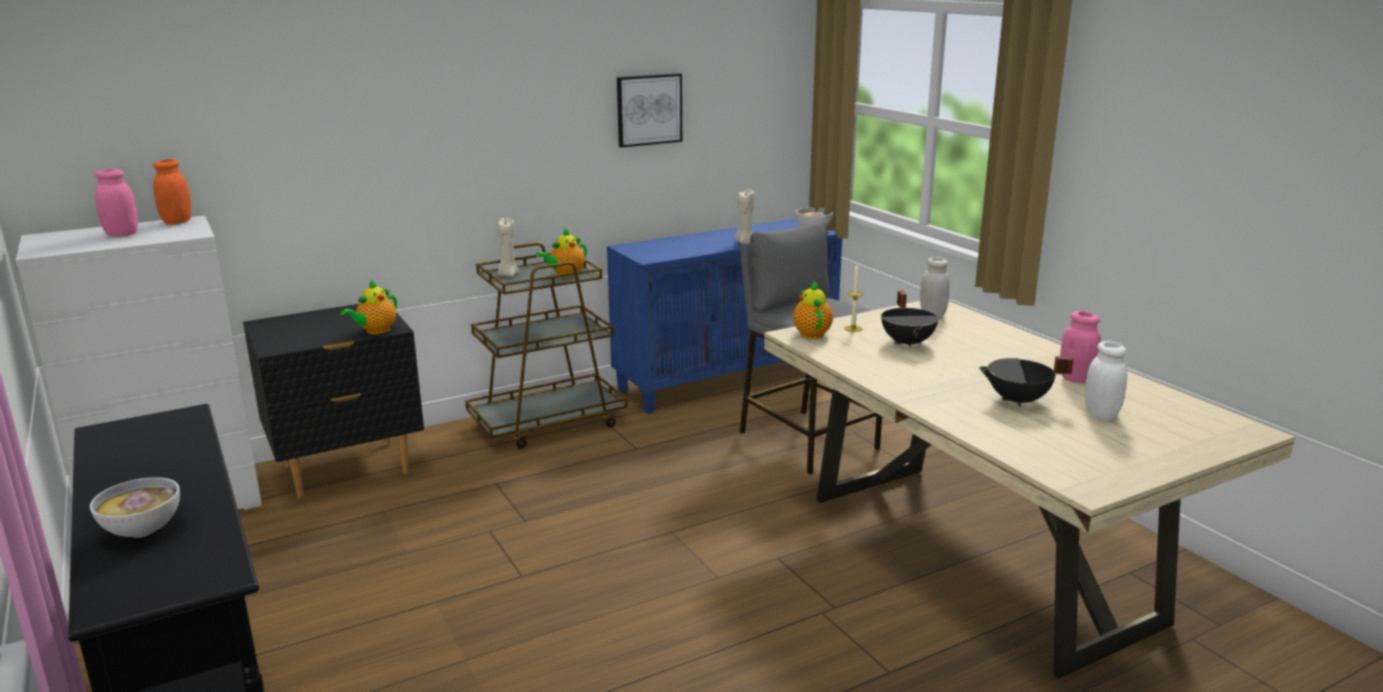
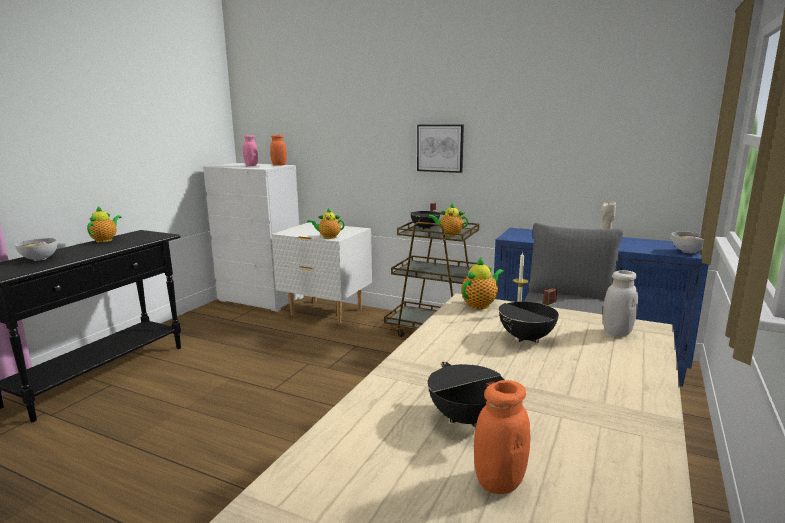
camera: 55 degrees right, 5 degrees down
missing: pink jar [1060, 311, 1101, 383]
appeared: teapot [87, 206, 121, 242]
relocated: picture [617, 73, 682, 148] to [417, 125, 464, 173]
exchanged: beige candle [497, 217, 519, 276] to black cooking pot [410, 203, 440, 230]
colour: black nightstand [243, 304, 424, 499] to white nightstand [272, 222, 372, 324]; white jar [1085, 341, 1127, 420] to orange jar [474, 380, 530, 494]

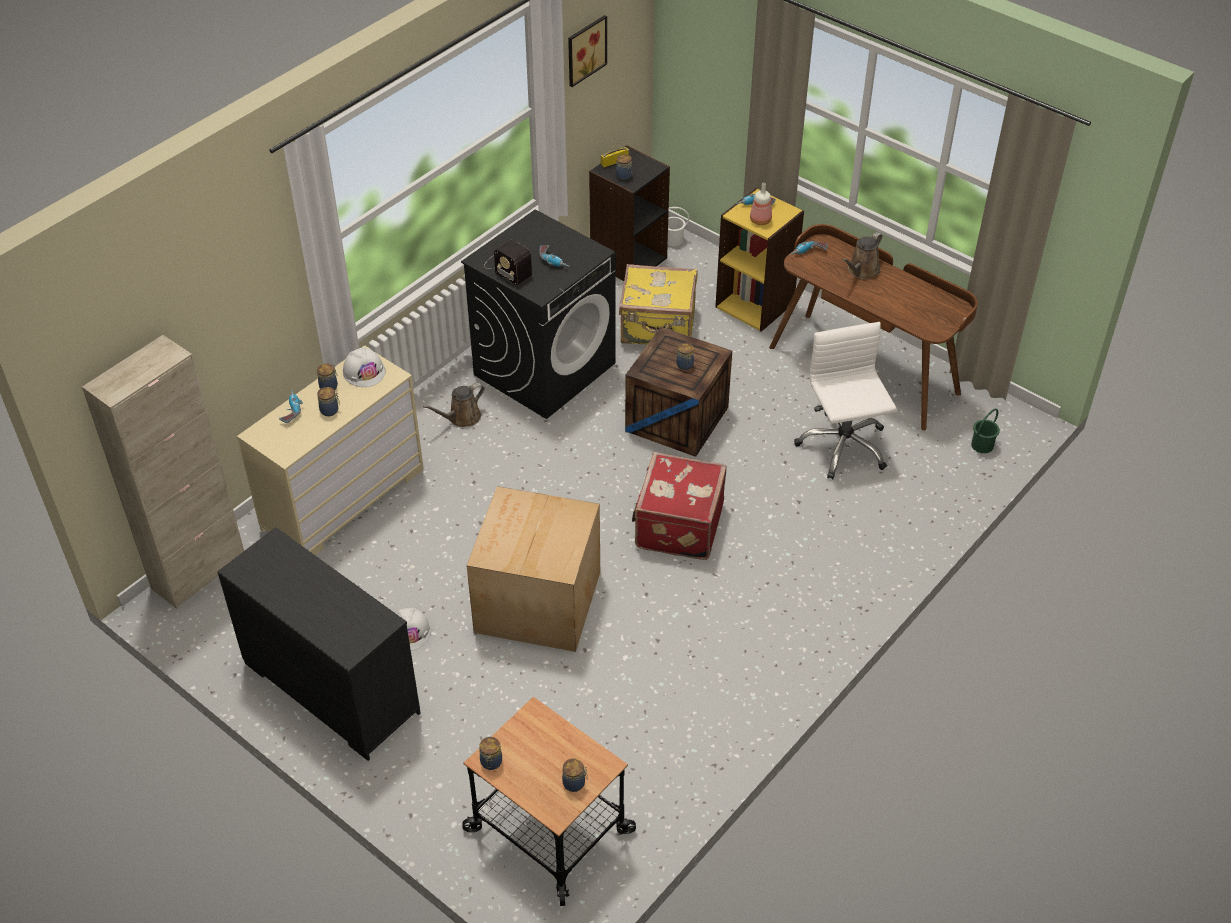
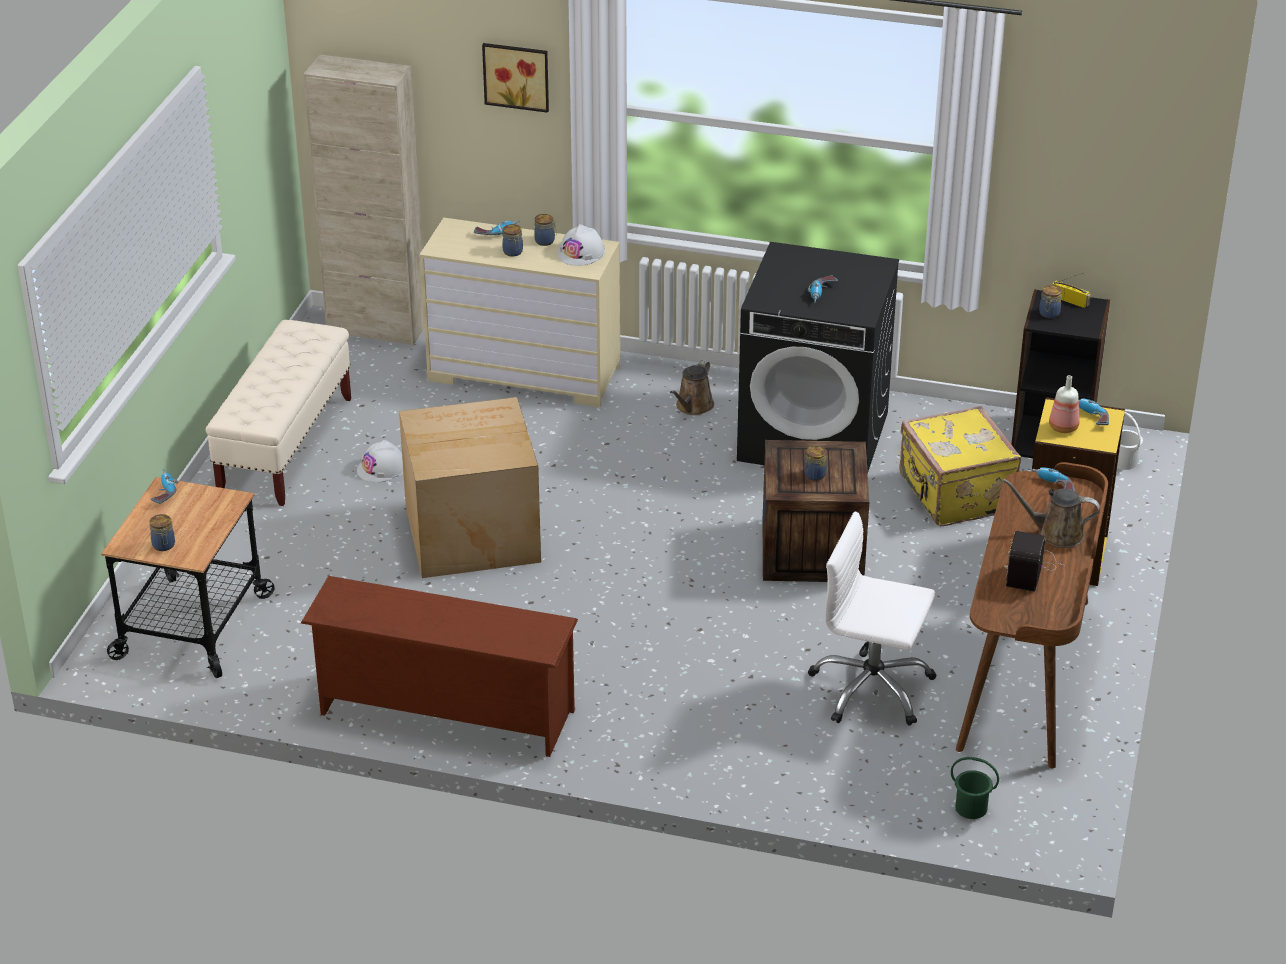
camera: 65 degrees right, 10 degrees down
missing: red suitcase [632, 452, 727, 560]
appeared: brown shoe rack [301, 576, 578, 757]
relocated: picture [568, 15, 607, 87] to [482, 43, 549, 113]; radio [484, 240, 532, 286] to [1004, 531, 1066, 592]
exchanged: jar [479, 737, 502, 770] to power drill [151, 469, 178, 504]; black dresser [218, 527, 421, 761] to beige bench [206, 320, 351, 506]
spun: brown watering can [423, 383, 484, 427] = [670, 360, 714, 415] 90 degrees counterclockwise; white office chair [794, 322, 897, 480] = [808, 511, 937, 726] 120 degrees counterclockwise

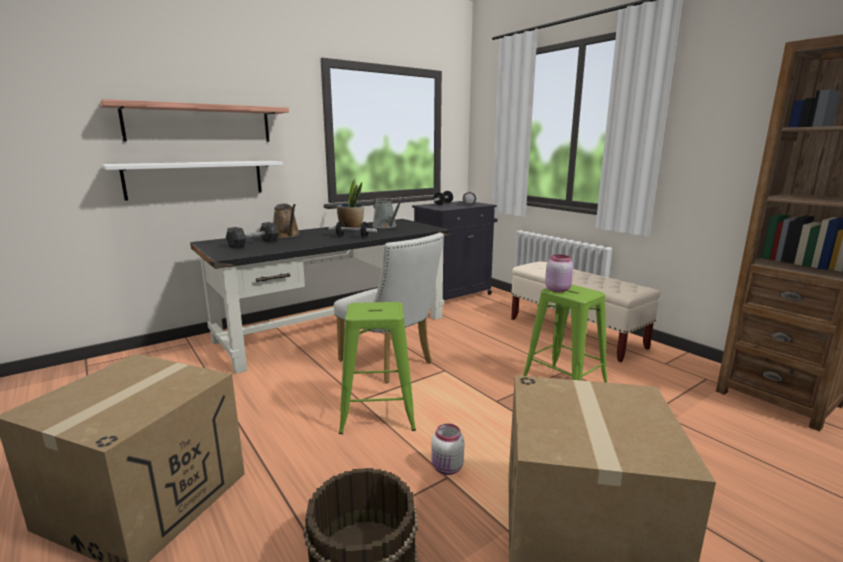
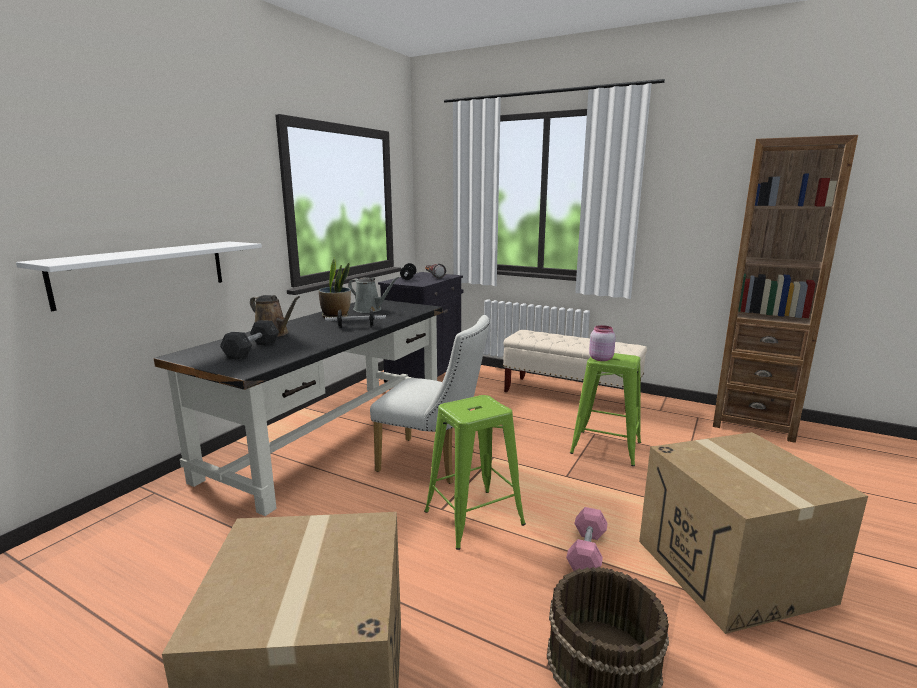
camera: 25 degrees left, 0 degrees up
missing: shelf [100, 99, 289, 142]
exchanged: white jar [431, 424, 464, 475] to pink dumbbell [566, 507, 608, 571]

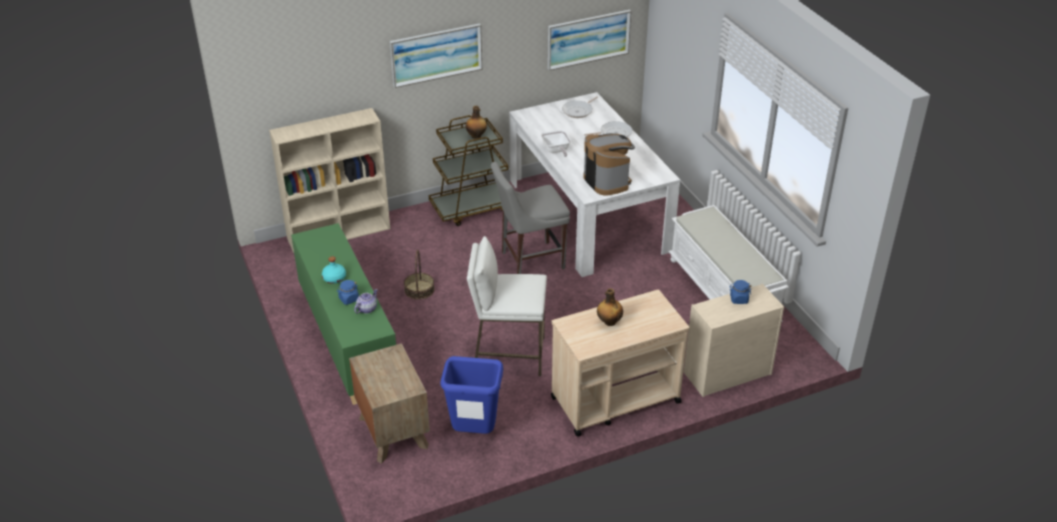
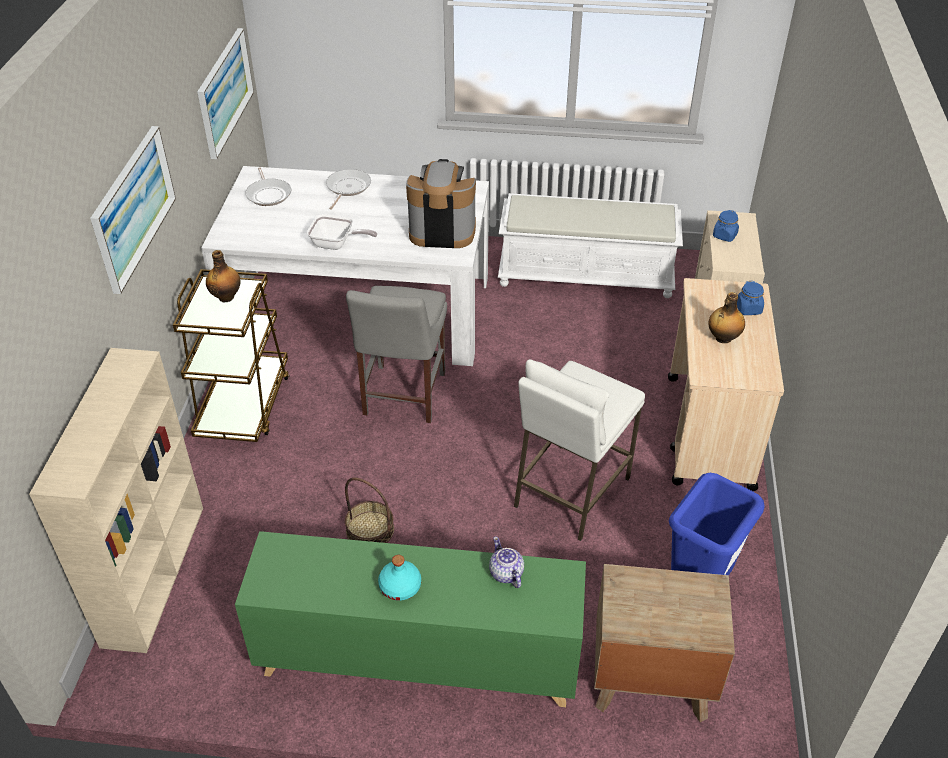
camera: 60 degrees left, 5 degrees up
relocated: blue jar [337, 280, 359, 305] to [737, 281, 764, 315]

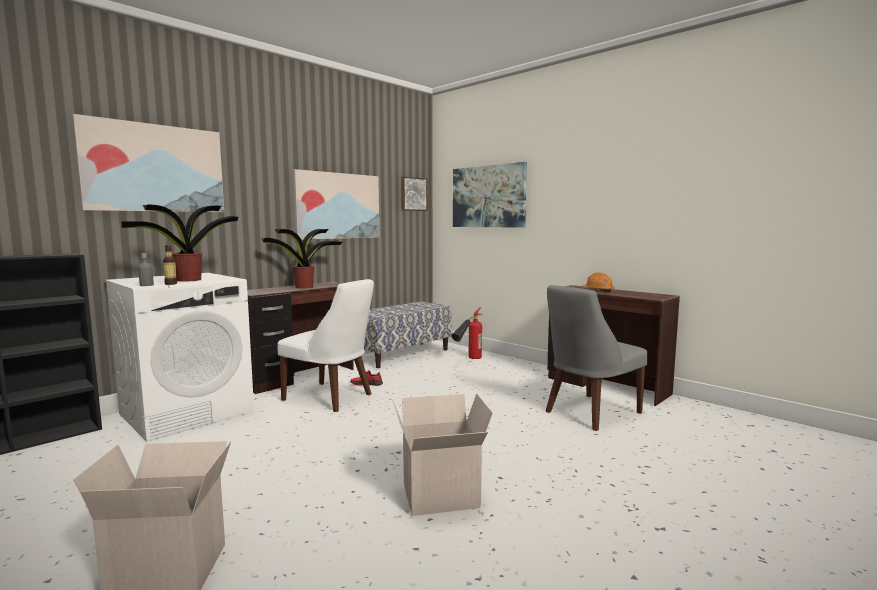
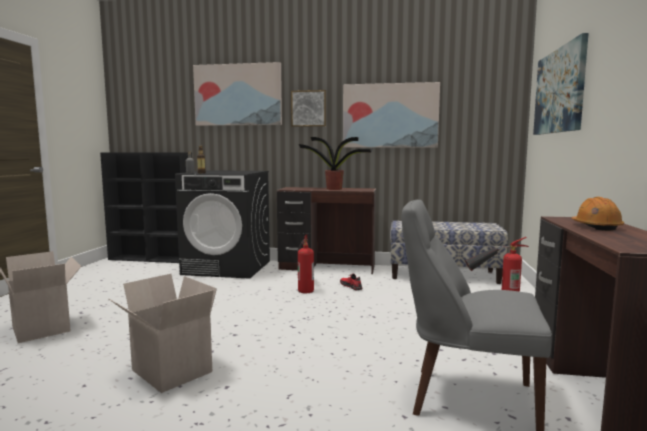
camera: 55 degrees right, 0 degrees up
missing: potted plant [121, 205, 238, 282]
relocated: picture [401, 176, 428, 211] to [291, 90, 326, 127]
exchanged: white chair [278, 279, 374, 412] to fire extinguisher [297, 234, 314, 293]
colour: white washing machine [105, 273, 254, 442] to black washing machine [175, 170, 270, 279]

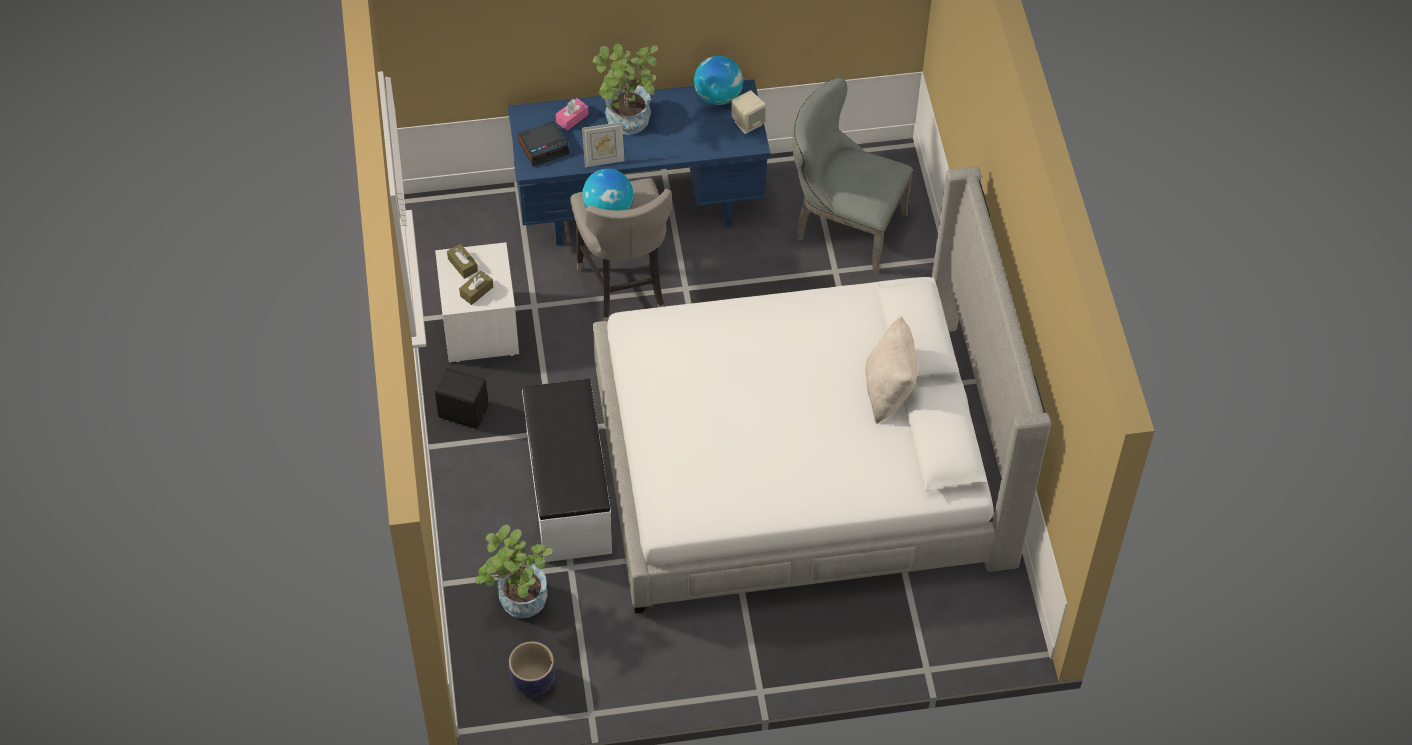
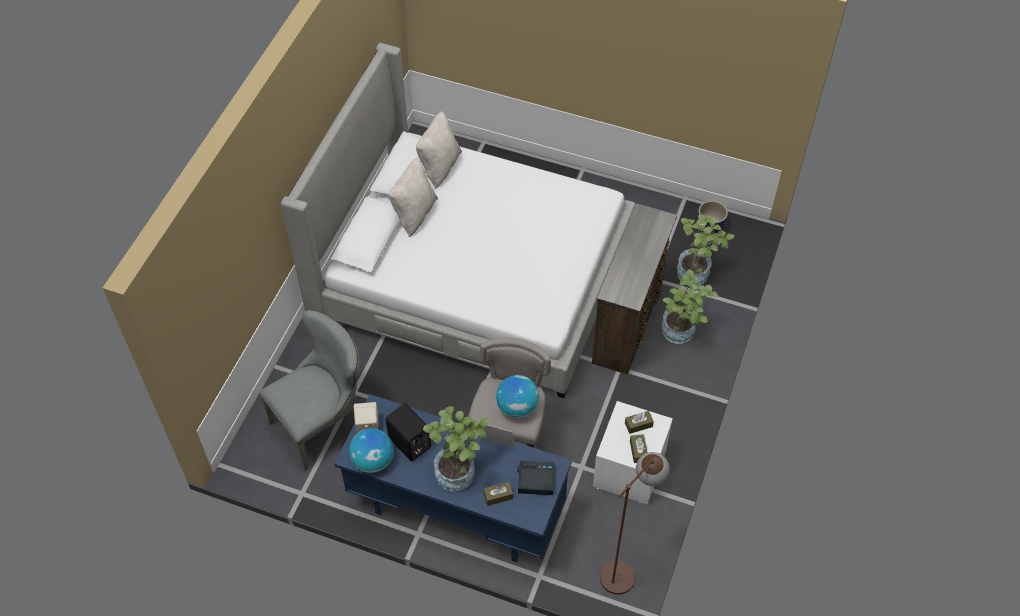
camera: 150 degrees left, 0 degrees up
appeared: beige pillow [416, 111, 462, 189]; brown floor lamp [600, 452, 670, 595]; potted plant [661, 270, 718, 344]
relocated: black speaker [435, 368, 488, 429] to [385, 403, 431, 461]
exchanged: white bench [522, 378, 612, 562] to brown dresser [592, 203, 677, 375]
colour: pink tissue box [556, 98, 589, 131] to brown tissue box [483, 482, 513, 506]
spun: grey chair [792, 77, 913, 275] = [259, 310, 360, 471] 90 degrees counterclockwise

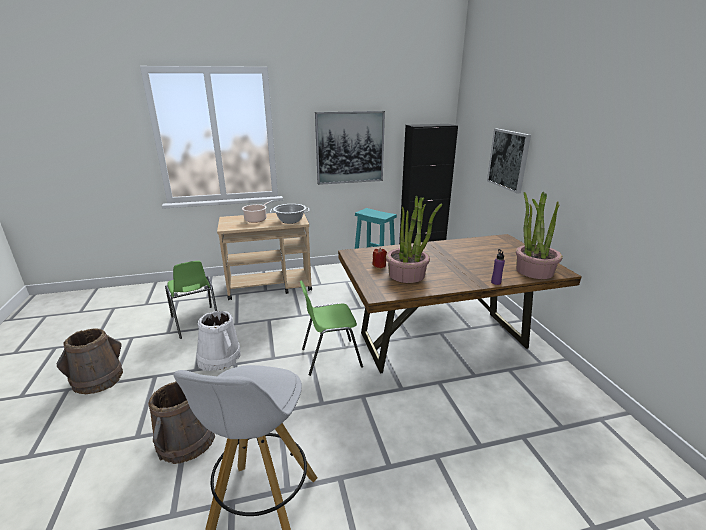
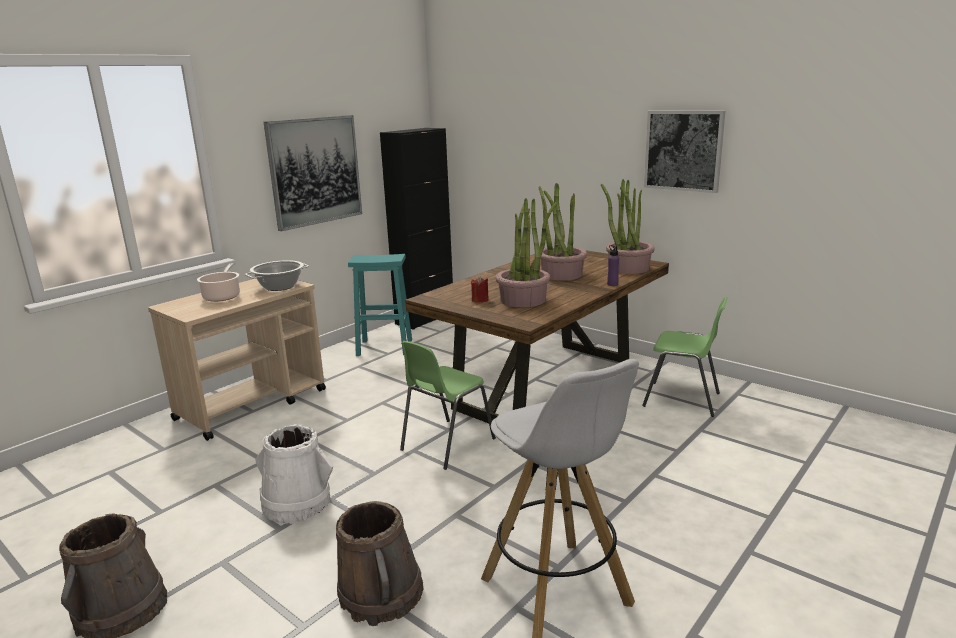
camera: 35 degrees left, 5 degrees down
appeared: potted plant [539, 183, 587, 280]
relocated: green chair [165, 261, 217, 339] to [642, 297, 727, 417]; picture [487, 129, 531, 194] to [644, 111, 725, 193]

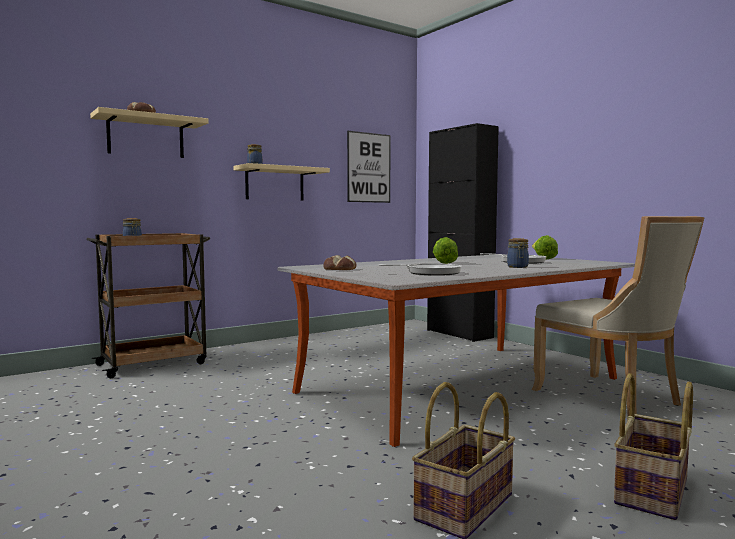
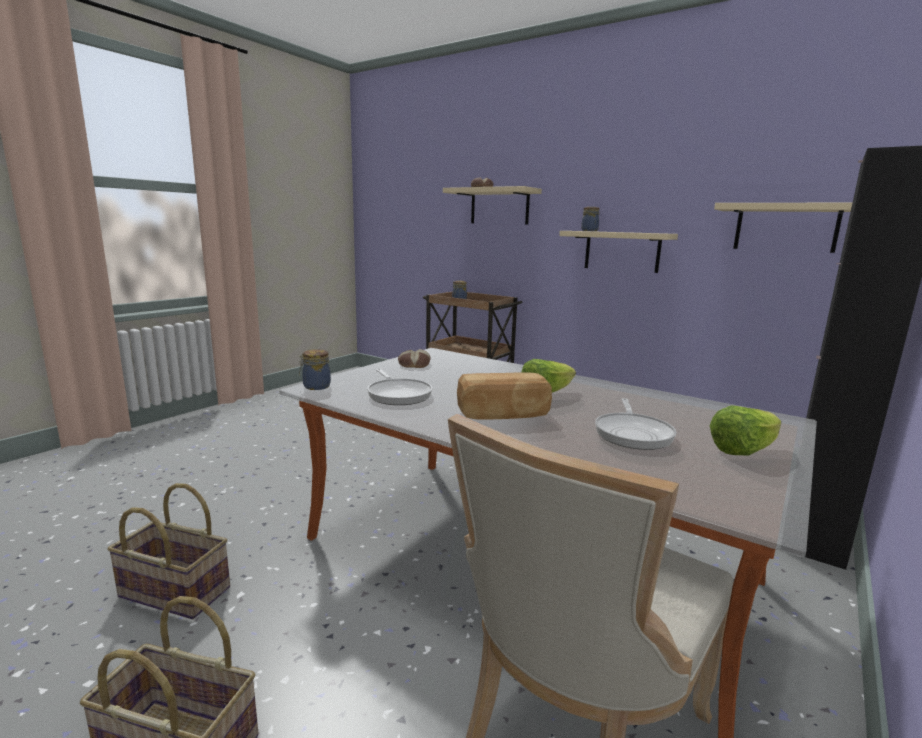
camera: 70 degrees right, 10 degrees up
appeared: bread [457, 372, 552, 420]
relocated: jar [507, 238, 529, 268] to [299, 349, 331, 390]
exchanged: picture [347, 131, 391, 203] to beige shelf [714, 203, 852, 253]

